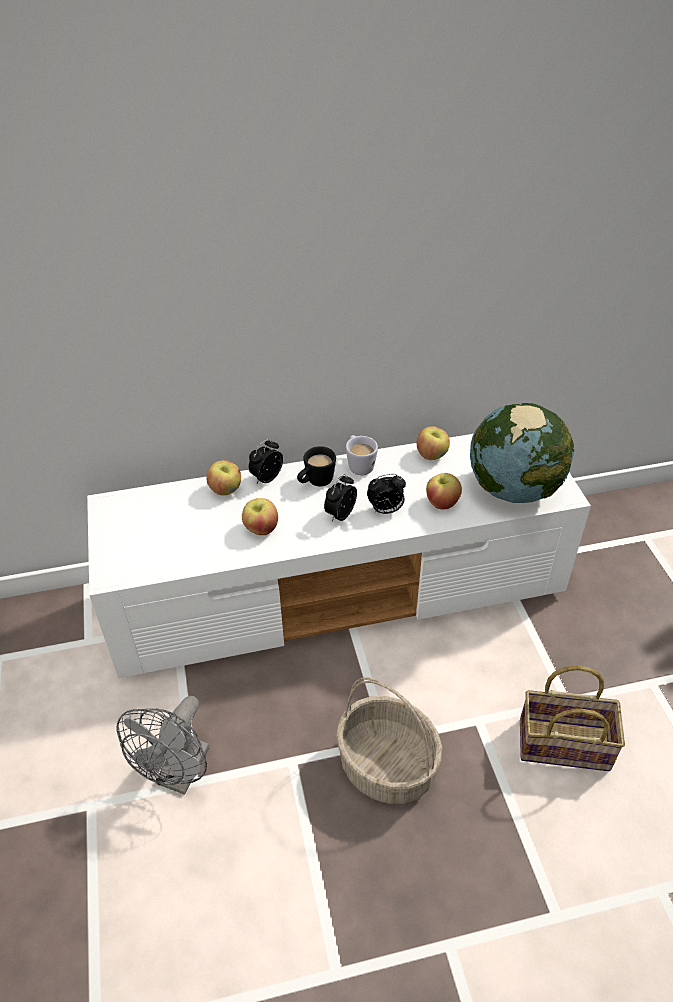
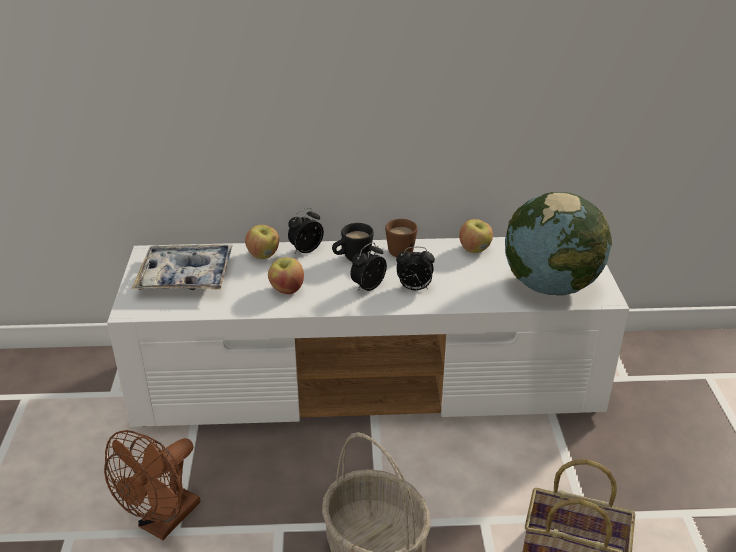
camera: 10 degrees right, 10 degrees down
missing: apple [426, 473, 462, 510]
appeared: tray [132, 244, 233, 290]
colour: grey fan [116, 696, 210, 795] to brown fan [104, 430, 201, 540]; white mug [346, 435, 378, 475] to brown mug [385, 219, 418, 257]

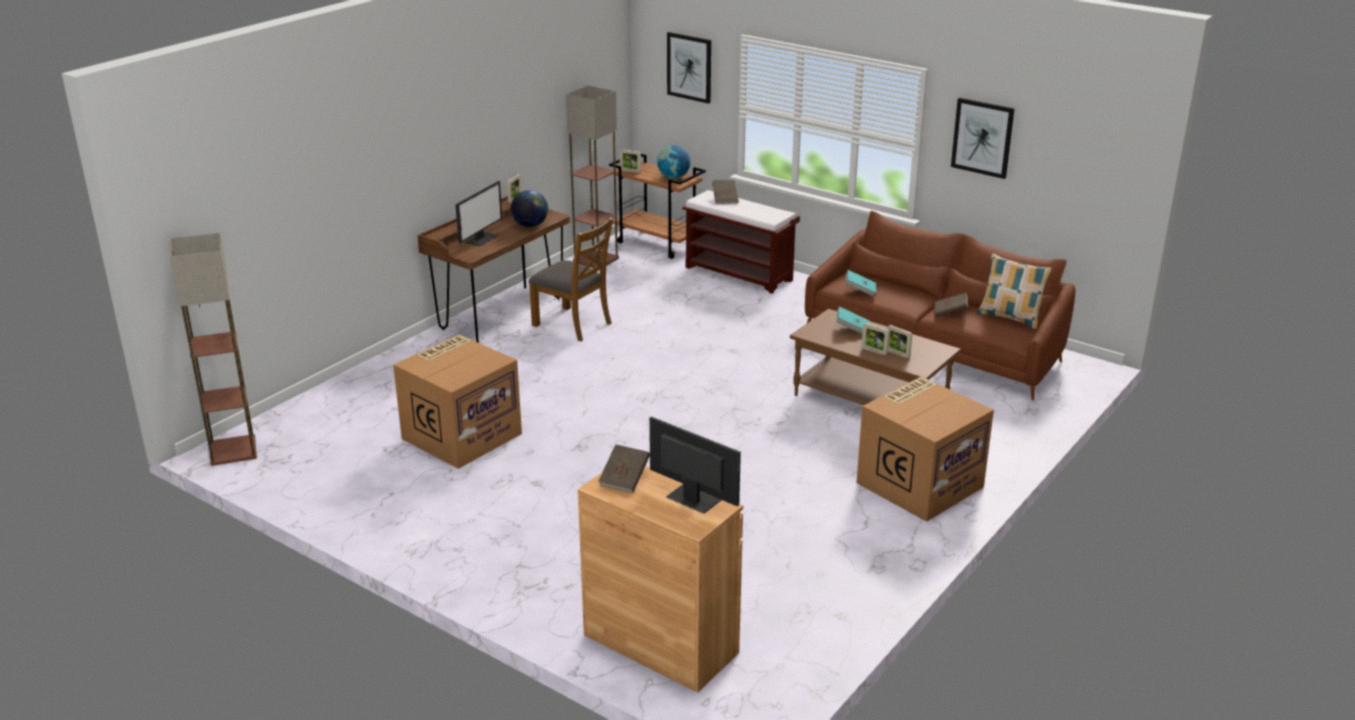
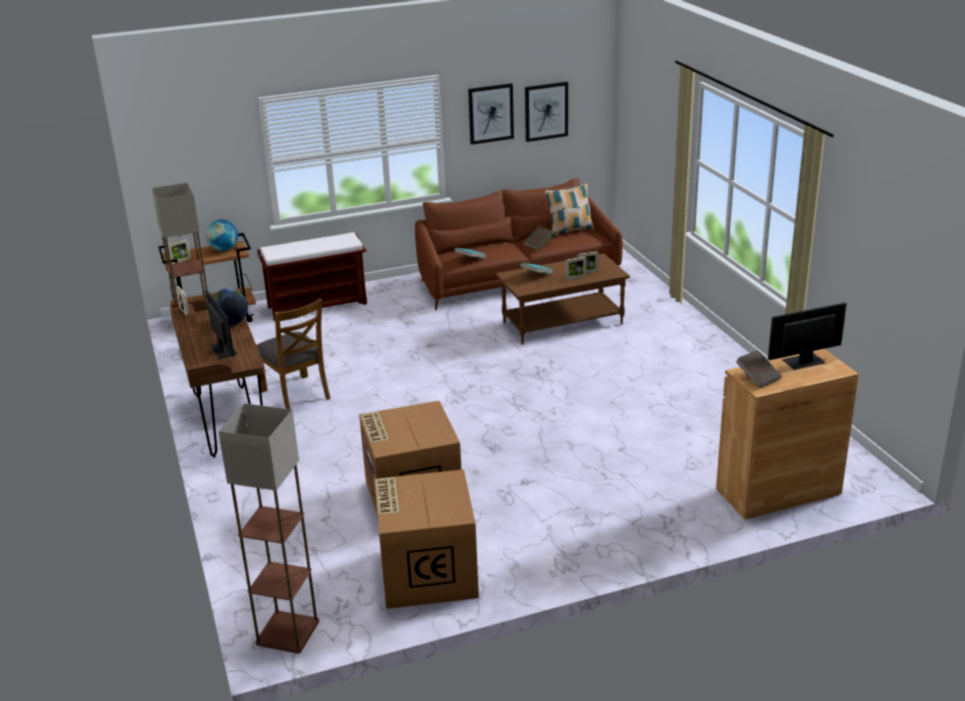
camera: 55 degrees left, 0 degrees up
missing: brown book [712, 180, 739, 204]
relocated: cardboard box [857, 376, 994, 522] to [374, 469, 479, 609]; picture [667, 32, 711, 104] to [525, 82, 568, 142]
spun: brown chair [529, 217, 613, 342] = [256, 298, 331, 409] 75 degrees clockwise

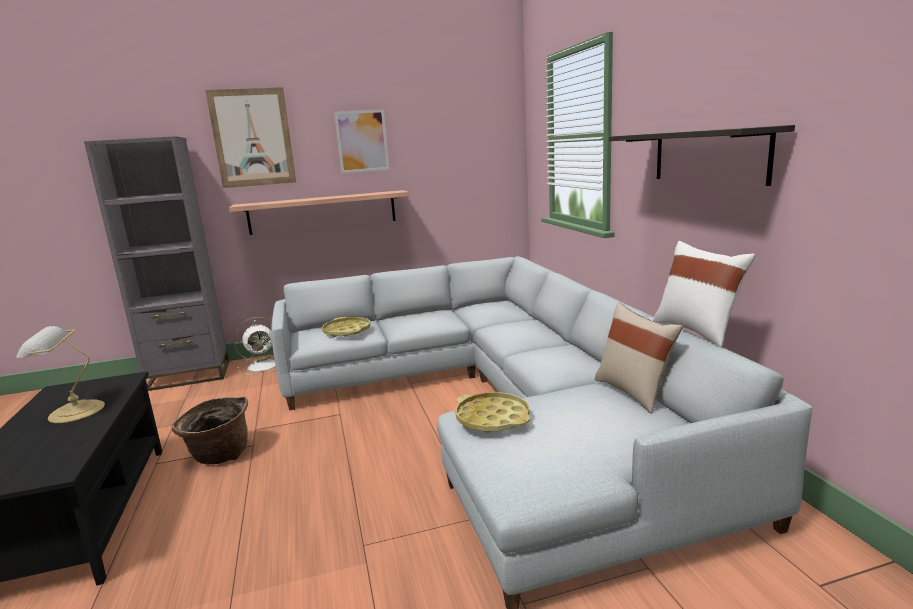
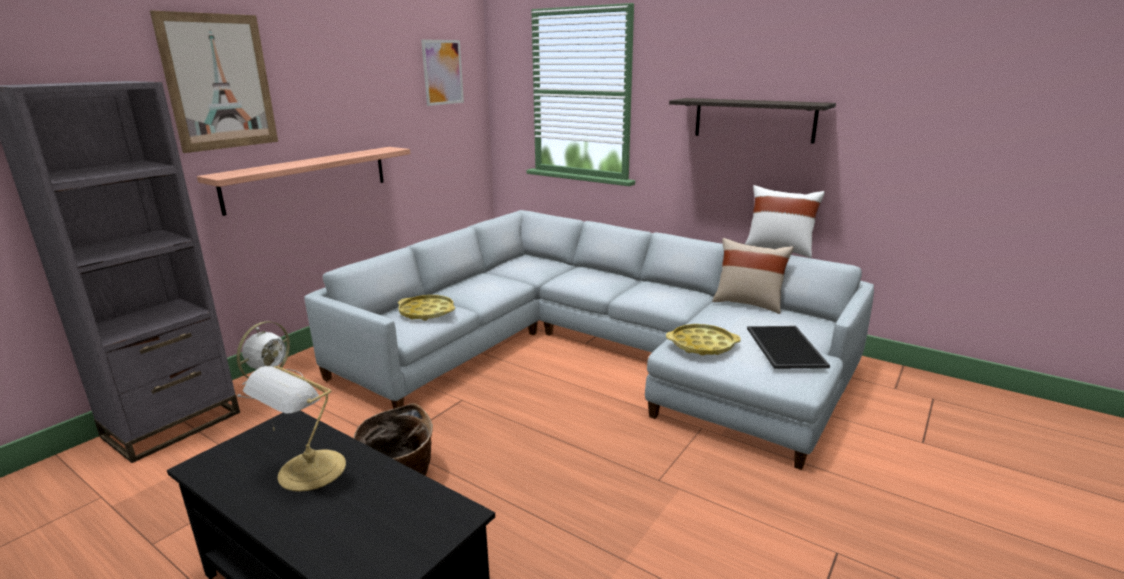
camera: 40 degrees left, 5 degrees up
appeared: tray [747, 326, 830, 369]
relocated: picture [334, 109, 389, 173] to [421, 39, 464, 106]

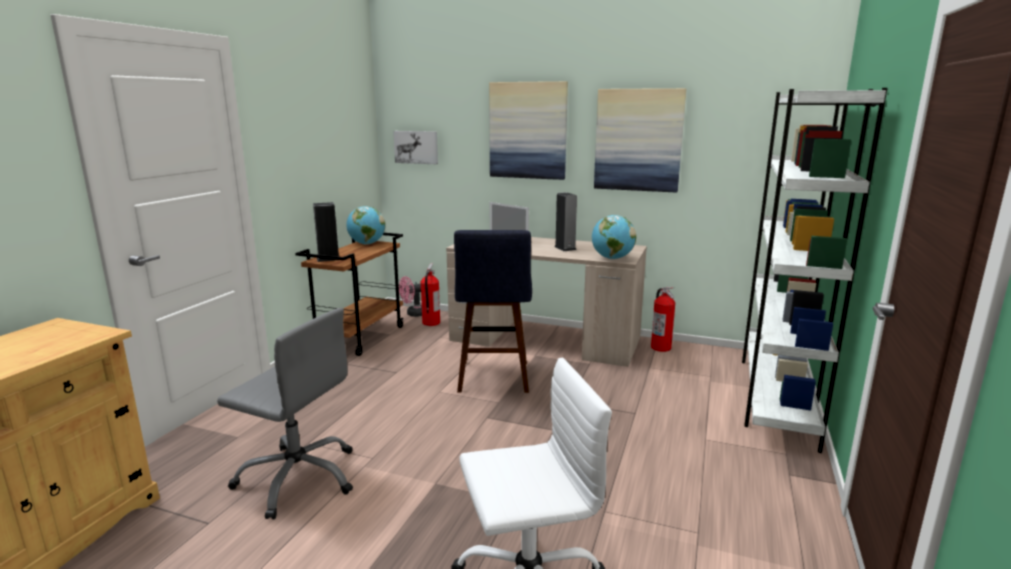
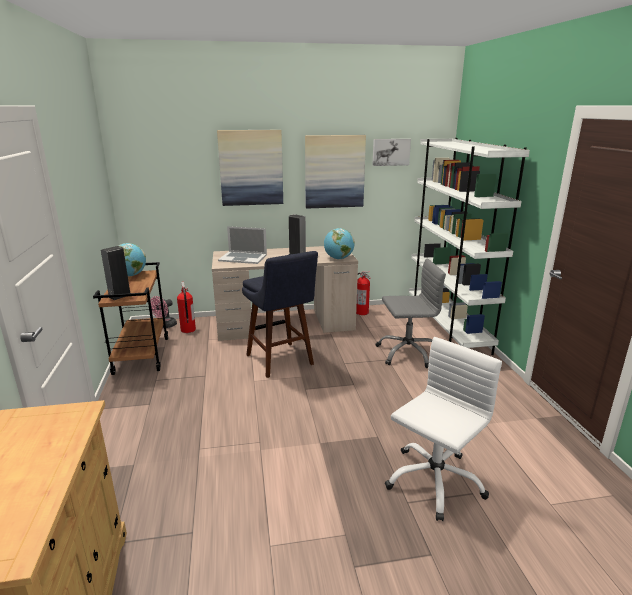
camera: 30 degrees left, 5 degrees up
relocated: picture [393, 131, 438, 164] to [372, 139, 411, 166]; grey office chair [217, 308, 353, 519] to [375, 259, 446, 368]

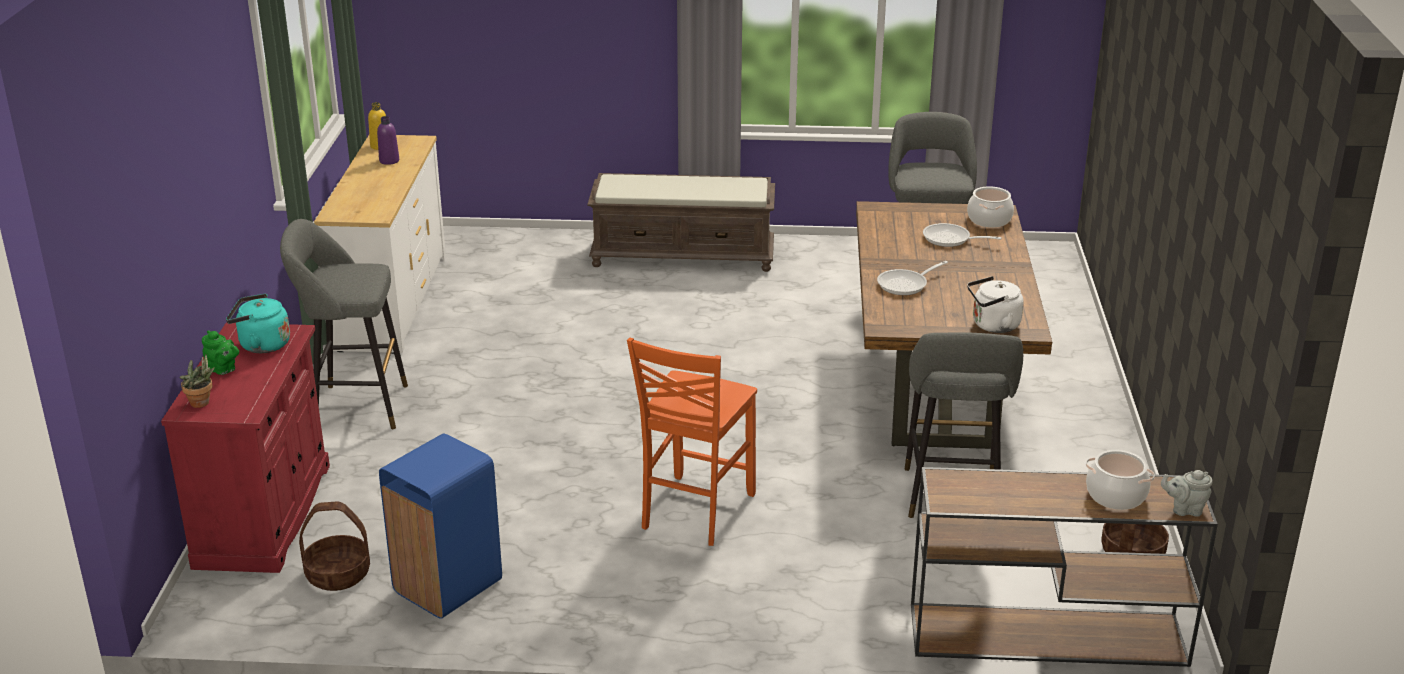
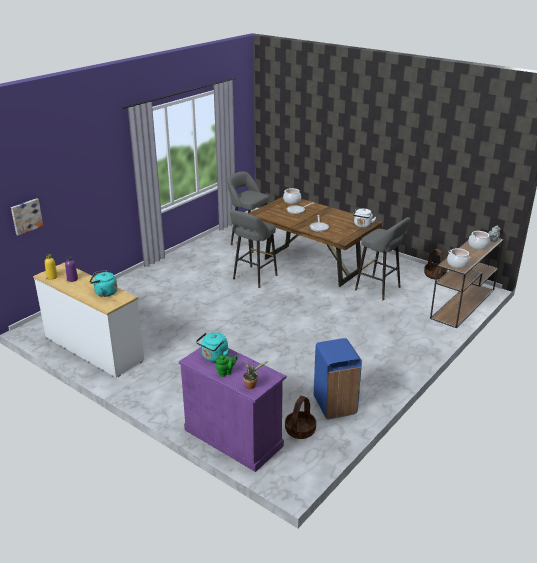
camera: 55 degrees left, 0 degrees up
missing: brown bench [587, 173, 775, 272]; orange chair [627, 338, 757, 546]
appeared: picture [11, 198, 43, 236]; turquoise kettle [89, 270, 117, 297]; cooking pot [447, 248, 470, 268]
relocated: grey stool [280, 219, 408, 429] to [230, 210, 278, 288]
colour: red cabinet [161, 323, 330, 573] to purple cabinet [179, 347, 287, 472]

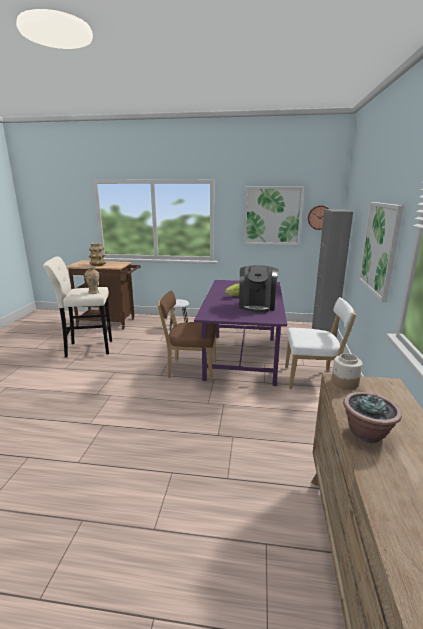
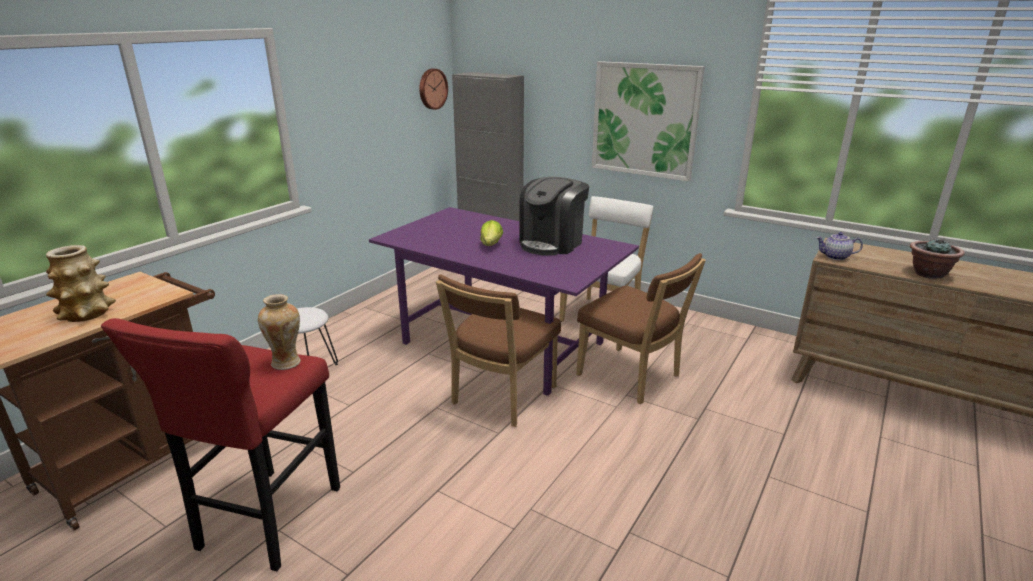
camera: 65 degrees left, 5 degrees up
missing: picture [244, 186, 304, 245]
appeared: brown chair [576, 253, 706, 404]
exchanged: jar [332, 353, 363, 390] to teapot [816, 232, 863, 260]
colour: beige stool [43, 257, 112, 357] to red stool [101, 318, 340, 571]
spun: coffee machine [239, 265, 278, 313] = [519, 177, 589, 256] 90 degrees clockwise

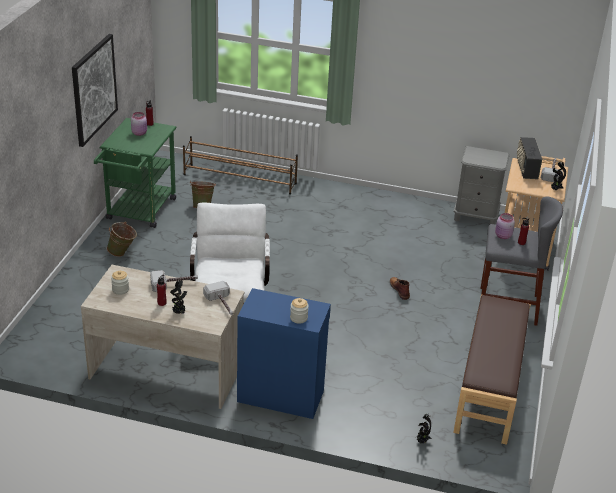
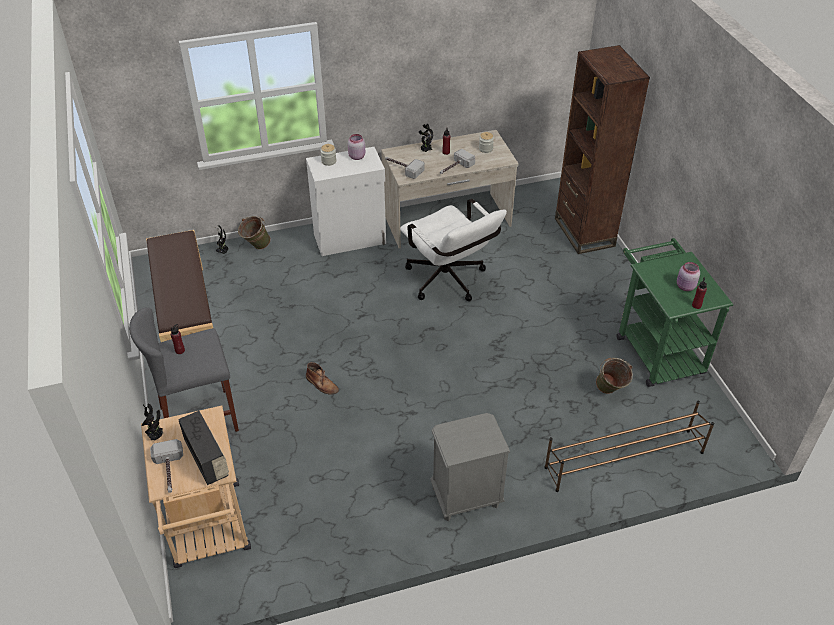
camera: 150 degrees right, 10 degrees up
missing: picture [72, 34, 118, 147]
appeared: brown bookcase [555, 45, 650, 254]
relocated: green bucket [107, 222, 137, 257] to [238, 216, 271, 250]; pink jar [495, 213, 515, 239] to [348, 134, 365, 160]; grey nightstand [454, 146, 510, 224] to [430, 413, 510, 521]
colour: blue cabinet [237, 288, 331, 419] to white cabinet [306, 147, 386, 256]

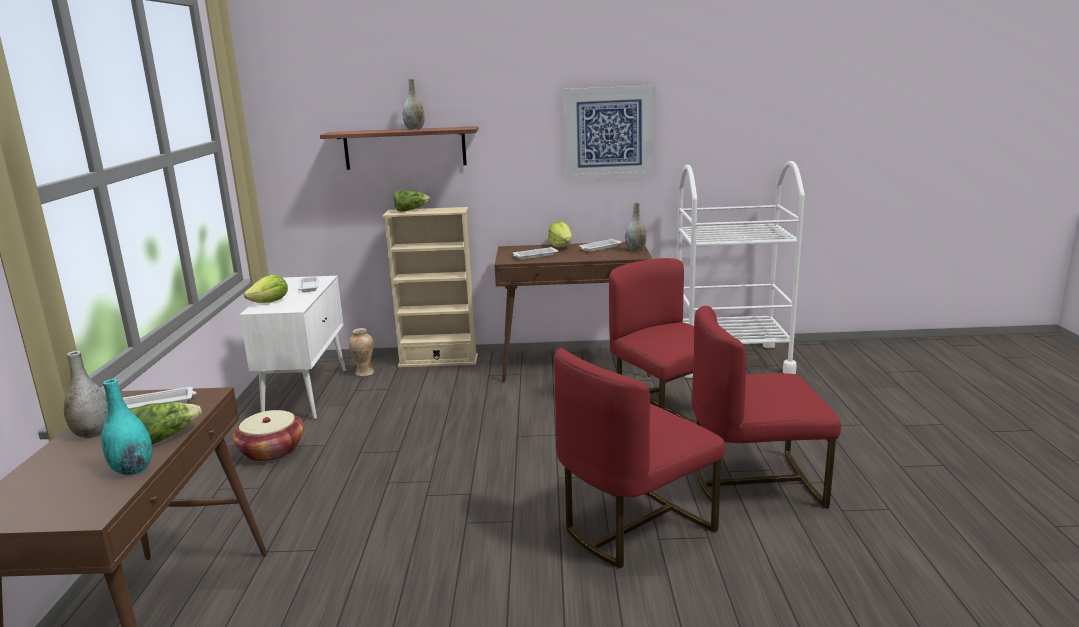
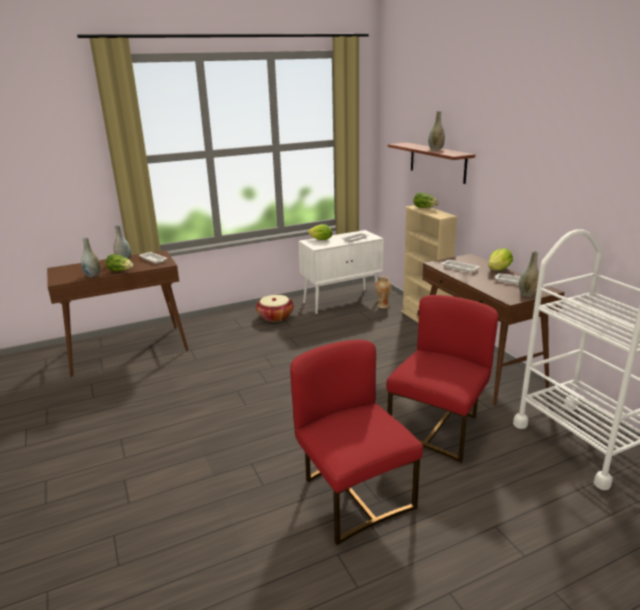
camera: 65 degrees right, 5 degrees up
missing: red chair [554, 348, 725, 568]; picture [564, 85, 654, 180]
colour: turquoise vase [101, 379, 152, 475] to grey vase [81, 237, 101, 277]

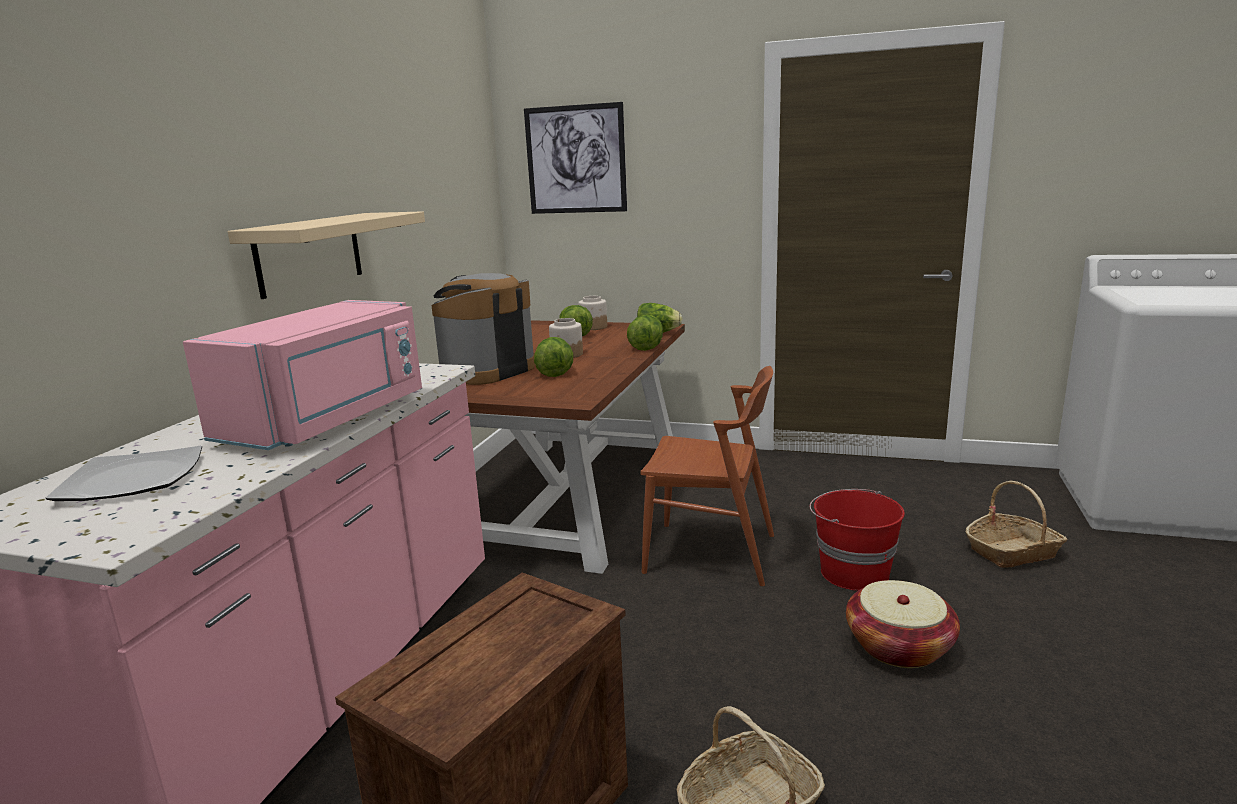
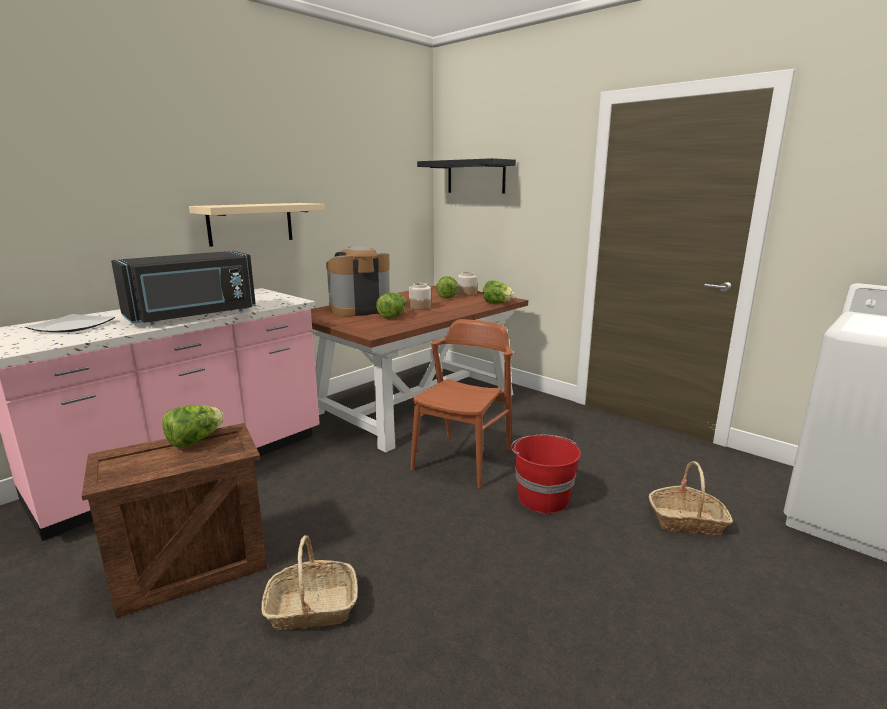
camera: 25 degrees right, 0 degrees up
missing: basket [846, 580, 960, 668]
relocated: lettuce [627, 315, 663, 351] to [162, 405, 224, 448]
exchanged: picture [524, 102, 627, 214] to black shelf [417, 158, 516, 194]
colour: pink microwave [183, 300, 422, 450] to black microwave [111, 251, 256, 325]
spun: brown chair [640, 366, 774, 586] = [411, 319, 513, 488] 105 degrees counterclockwise

